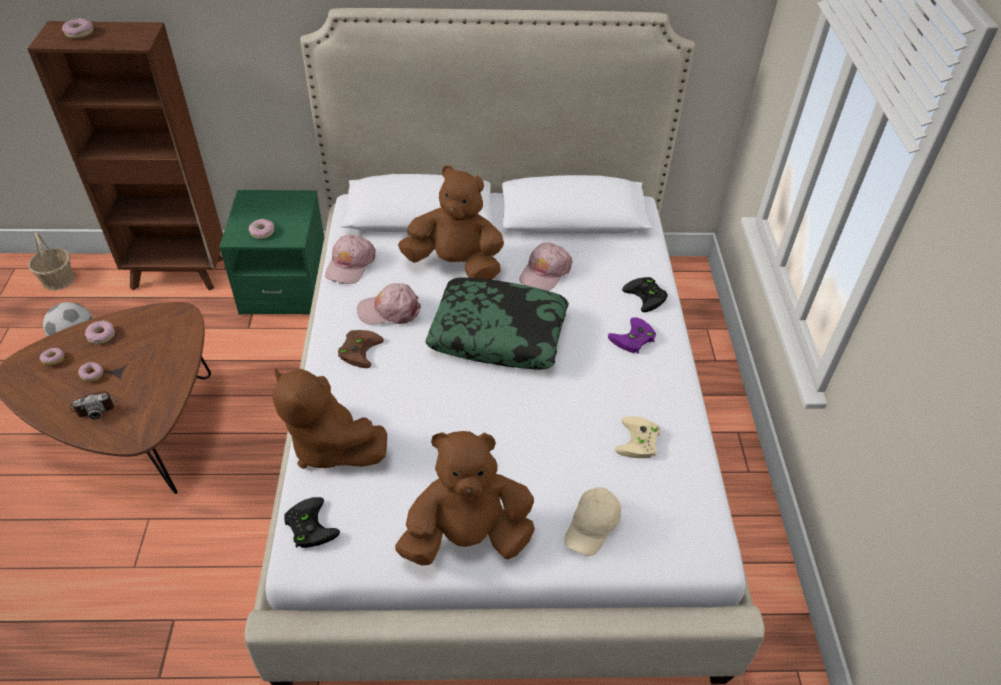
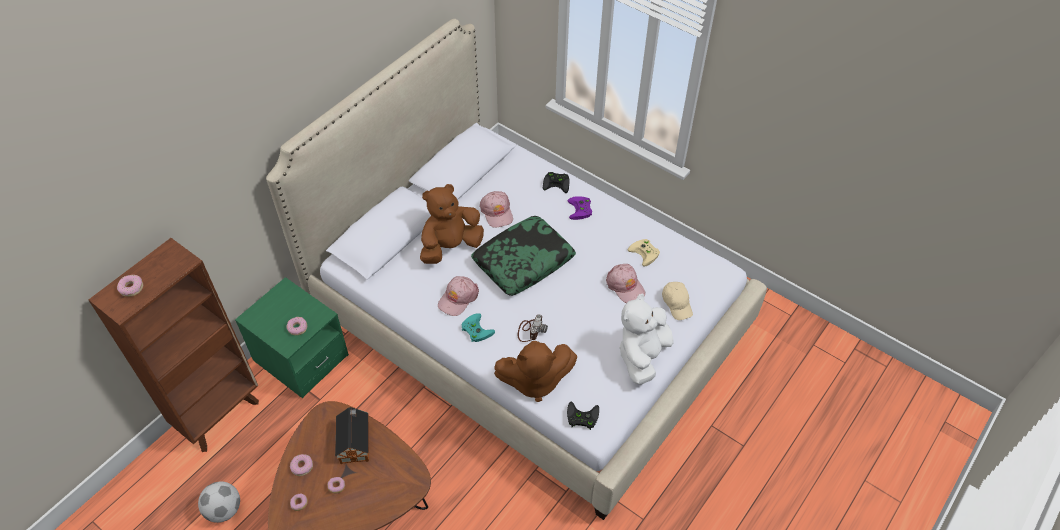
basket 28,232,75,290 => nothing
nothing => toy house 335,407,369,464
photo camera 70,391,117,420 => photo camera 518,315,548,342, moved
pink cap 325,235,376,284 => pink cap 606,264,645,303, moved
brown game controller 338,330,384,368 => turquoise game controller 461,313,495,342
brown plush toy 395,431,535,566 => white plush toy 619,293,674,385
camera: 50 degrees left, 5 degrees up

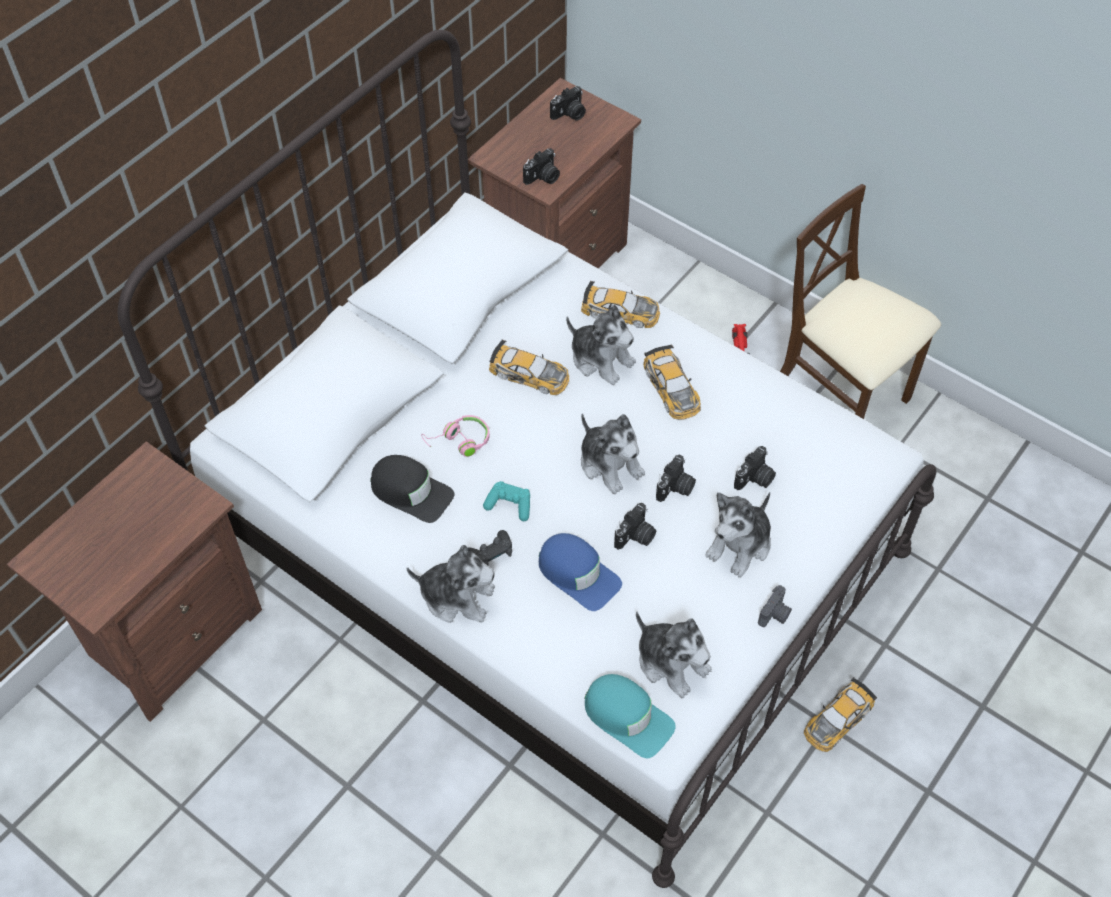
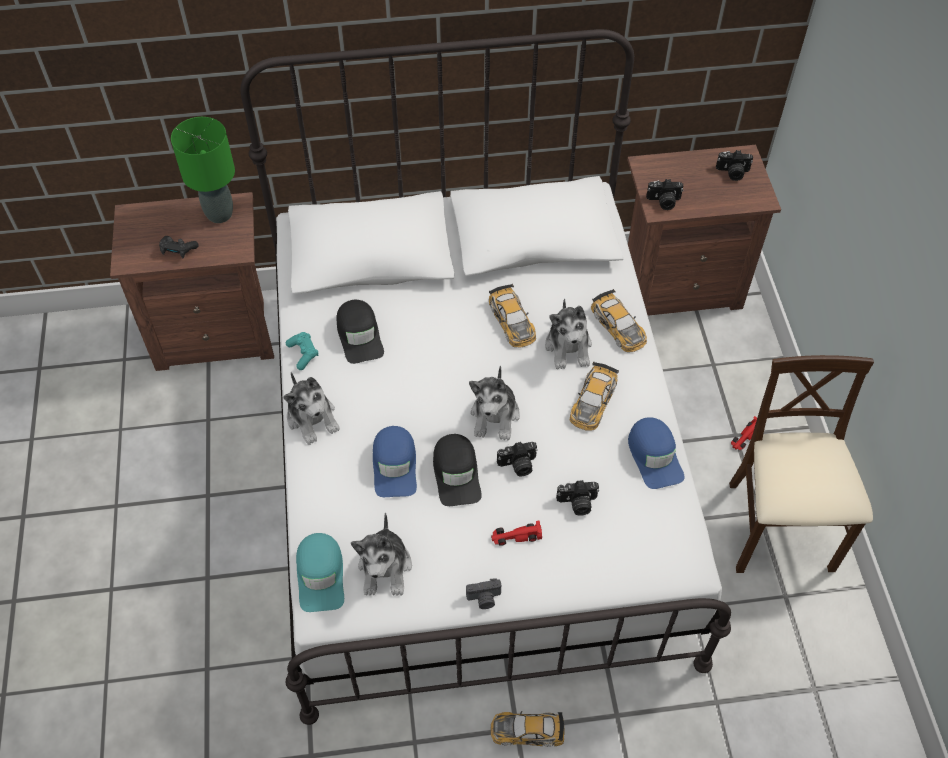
pink headphones 421,415,490,457 => nothing
nothing => green table lamp 171,117,235,223
nothing => blue cap 628,417,684,489
black game controller 468,530,512,565 => black game controller 159,236,199,258, moved
turquoise game controller 483,481,530,521 => turquoise game controller 286,332,319,370, moved
photo camera 614,503,656,550 => black cap 433,434,482,506
plush toy 705,492,771,577 => red toy car 491,521,542,546
camera: 45 degrees right, 0 degrees up

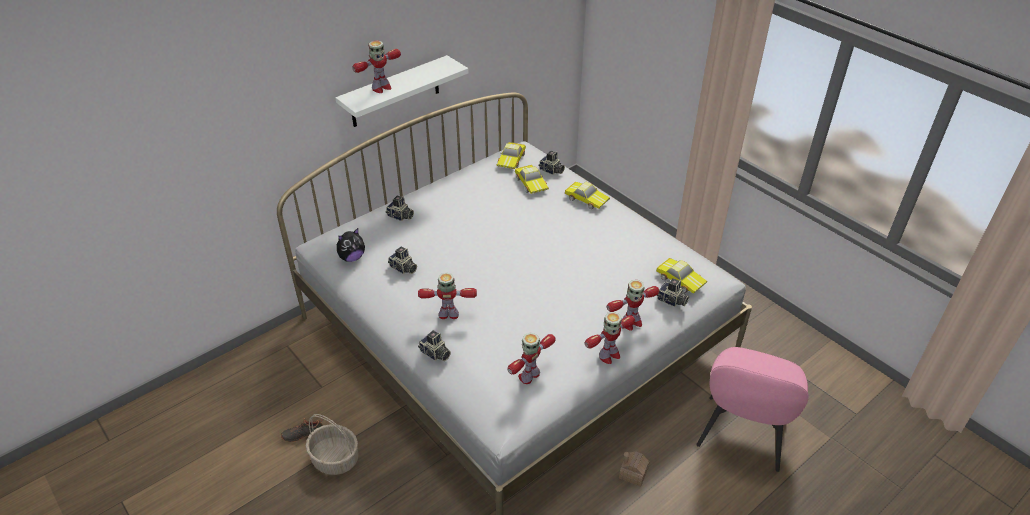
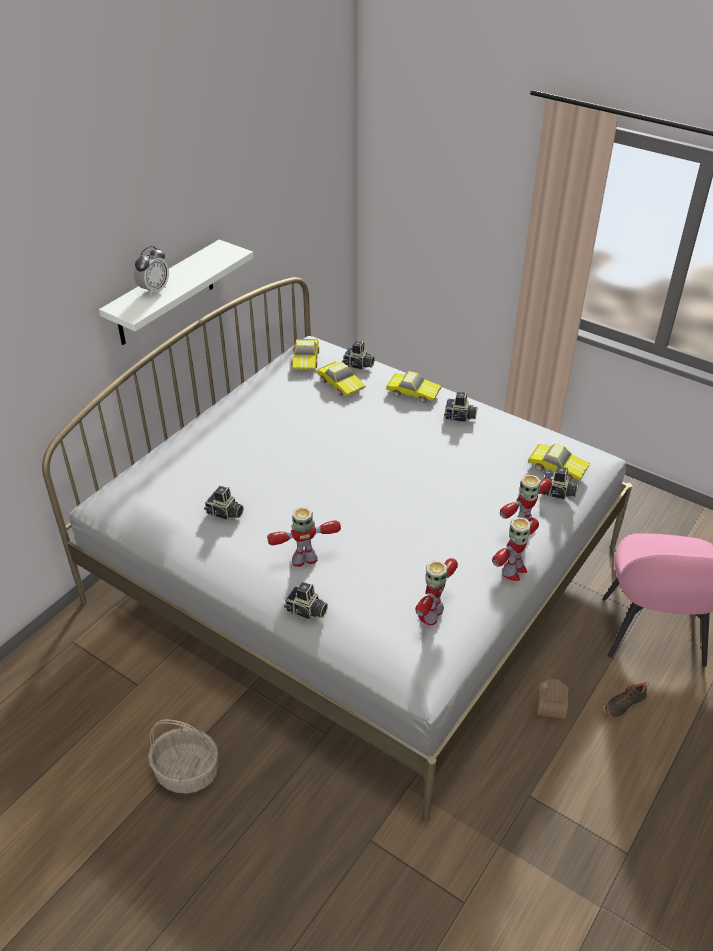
plush toy 337,228,365,262 => nothing
black shoe 281,418,323,442 => black shoe 604,681,649,717, moved
photo camera 386,196,414,221 => photo camera 444,392,477,422, moved
toy robot 352,40,401,93 => alarm clock 134,246,169,296
camera: 15 degrees left, 0 degrees up

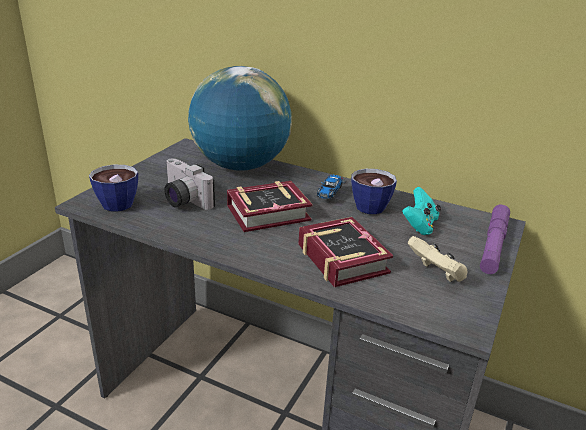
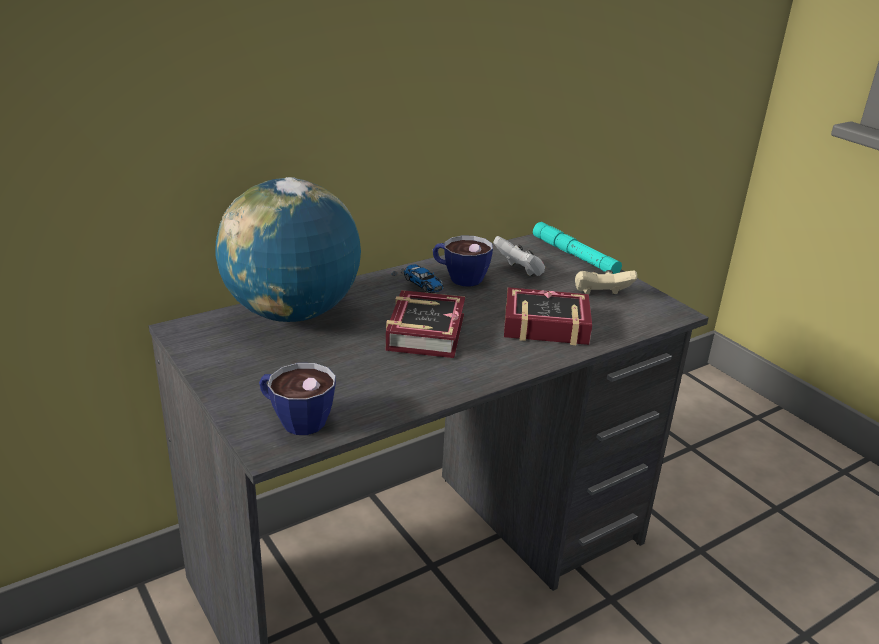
photo camera 164,158,215,210 => nothing
turquoise game controller 402,187,441,235 => white game controller 493,236,545,276
purple flashlight 480,205,510,274 => turquoise flashlight 533,222,622,274
camera: 60 degrees left, 0 degrees up

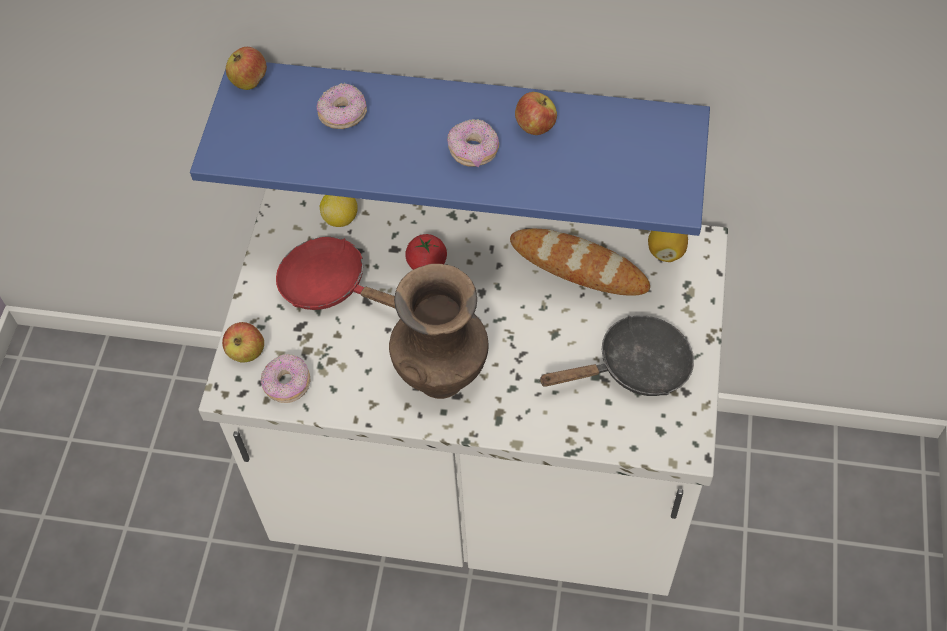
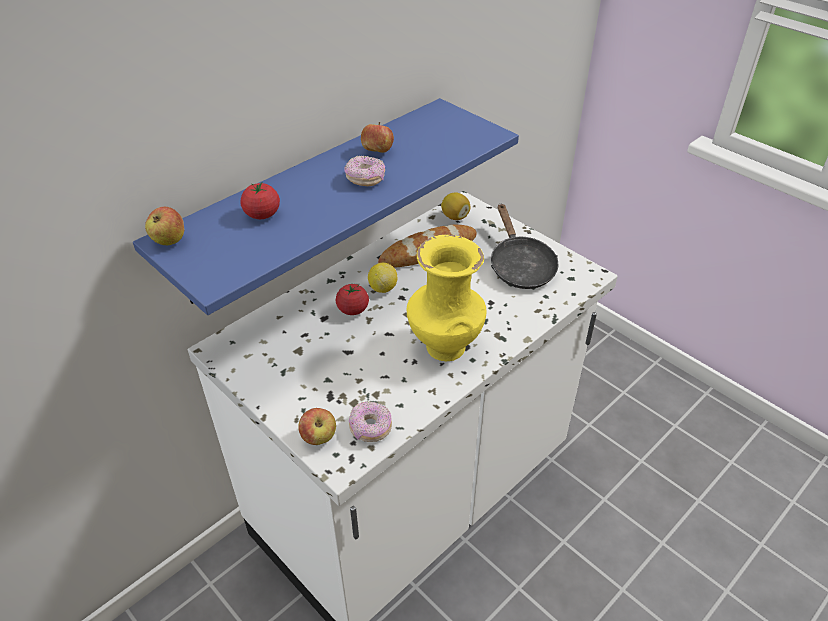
red frying pan 276,237,395,310 => nothing
lemon 320,195,358,227 => lemon 368,263,397,293, moved
donut 317,83,367,129 => tomato 240,181,280,219
brown vase 389,264,489,399 => yellow vase 407,235,486,361
black frying pan 538,315,694,396 => black frying pan 491,203,558,289, 150 degrees clockwise
camera: 55 degrees left, 15 degrees down

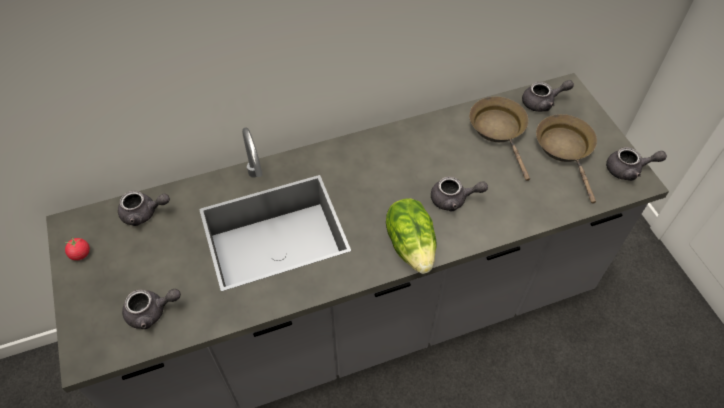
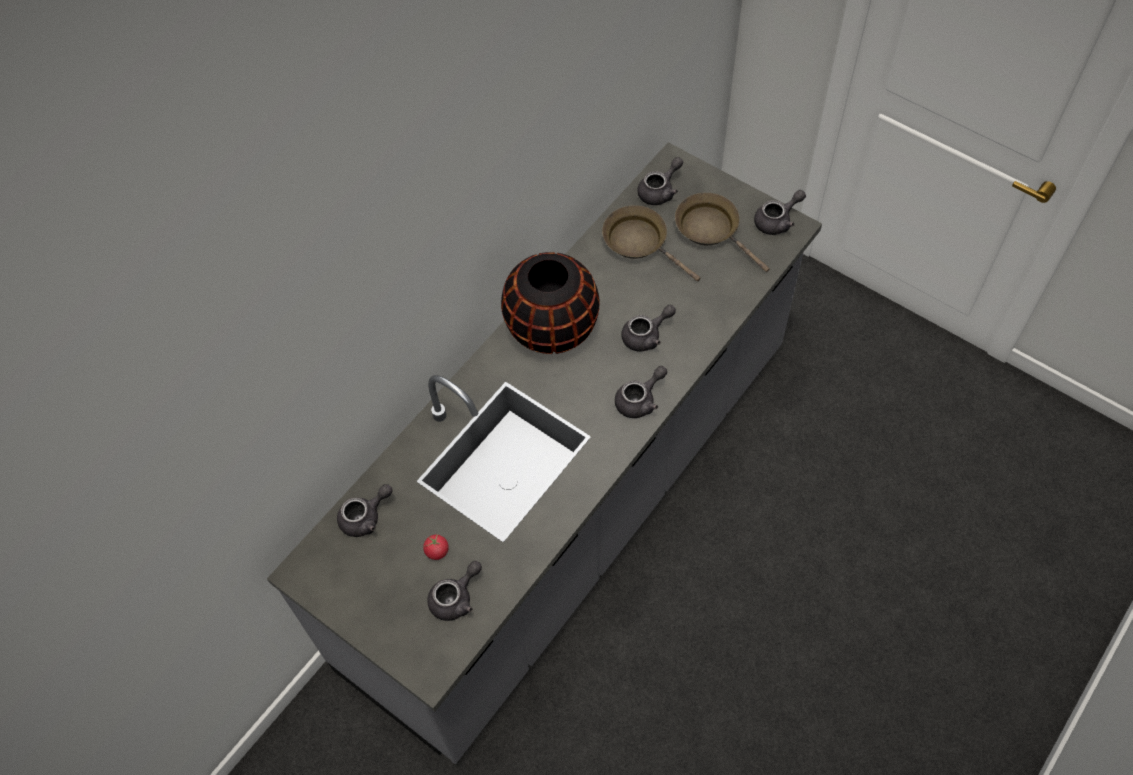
nothing => black vase 501,252,600,354
tomato 65,237,90,261 => tomato 423,534,449,560, moved
lettuce 386,199,437,274 => grey teapot 615,366,667,418
camera: 30 degrees left, 5 degrees up

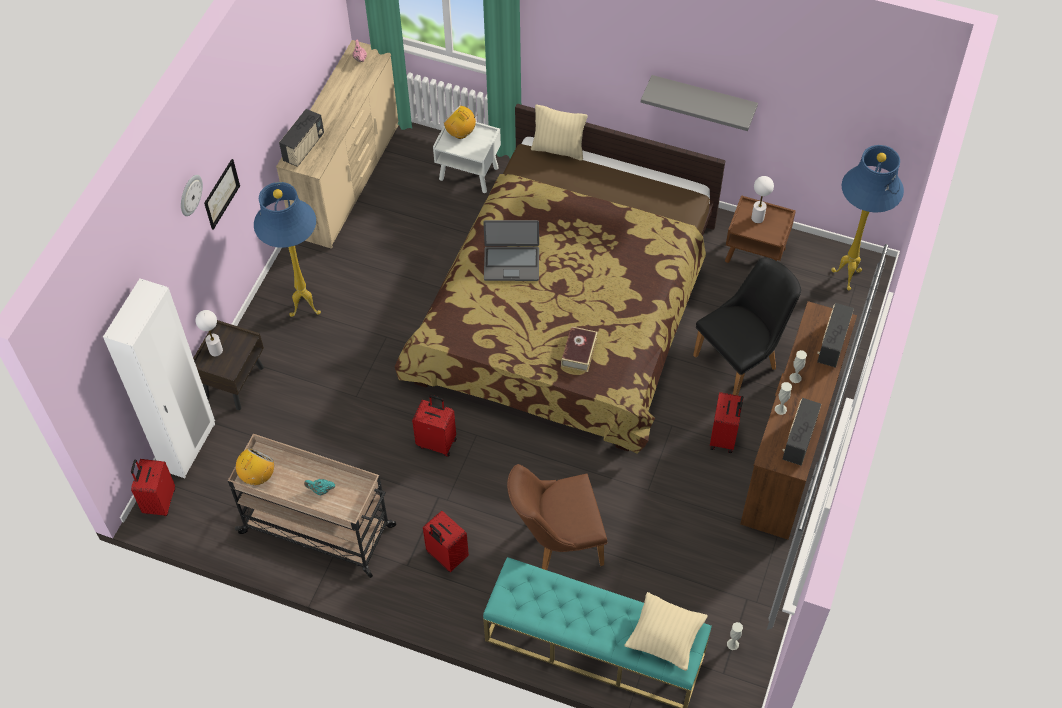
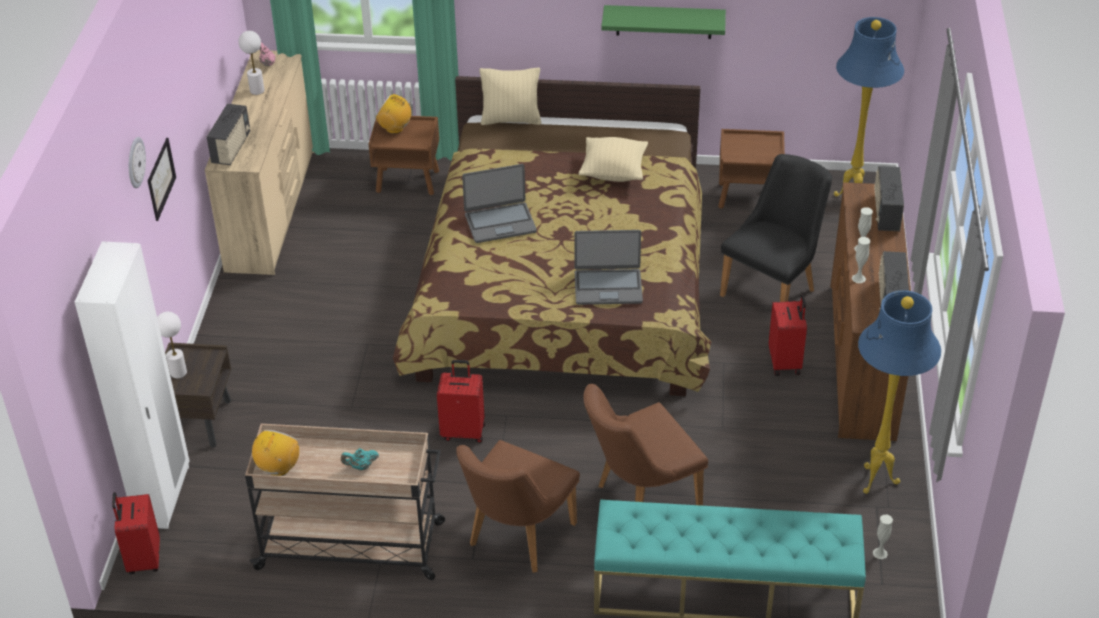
blue floor lamp 254,182,321,317 => blue floor lamp 858,290,941,494, moved
beige pillow 625,592,708,671 => beige pillow 578,137,648,182, moved
white table lamp 751,176,774,223 => white table lamp 238,31,264,95, moved
red suitcase 423,511,469,572 => brown chair 456,440,580,573
book 561,326,598,372 => laptop 574,230,643,305
white nightstand 433,115,501,193 => brown nightstand 368,116,439,195
grey shelf 641,75,758,131 => green shelf 601,5,726,39
camera: 15 degrees left, 15 degrees down

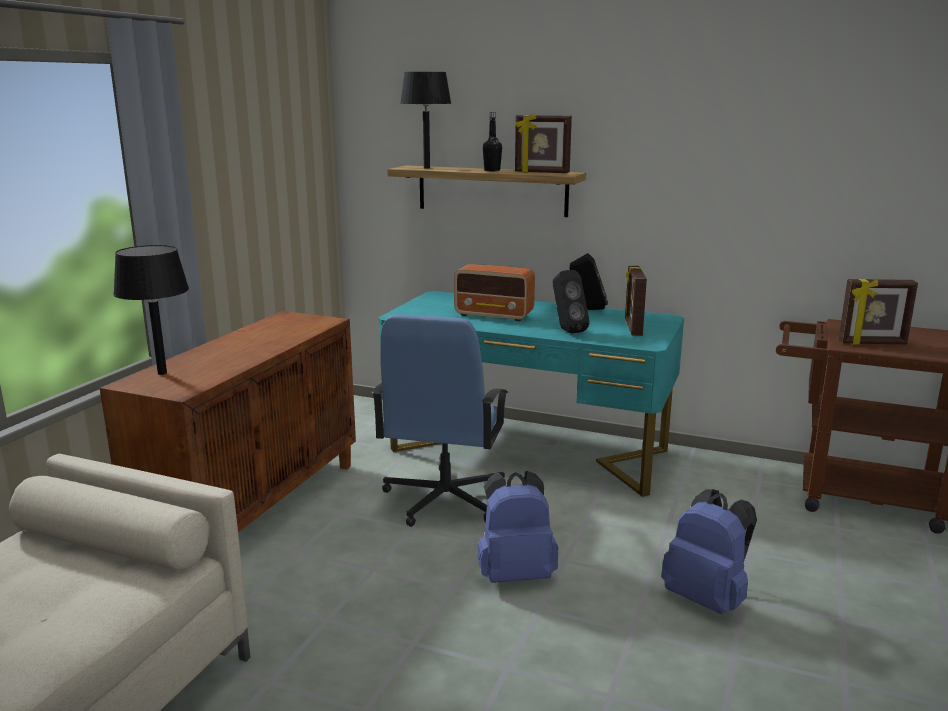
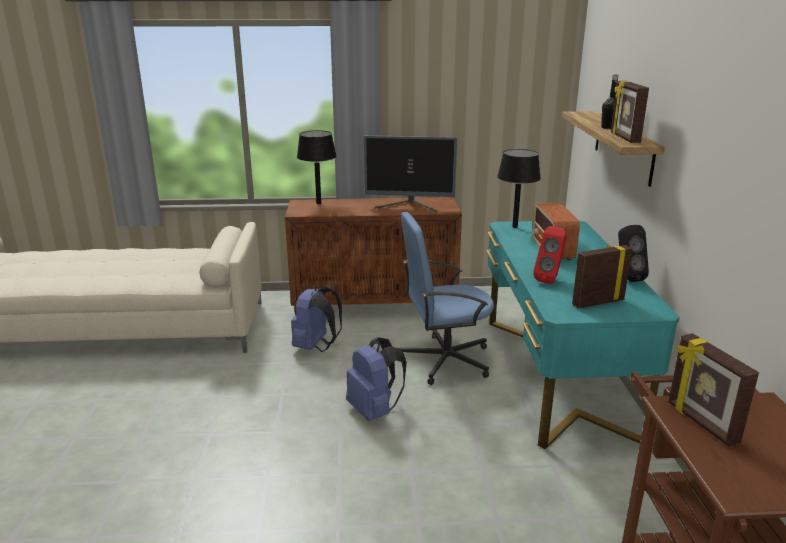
nothing => monitor 364,135,457,212
black table lamp 400,72,451,169 => black table lamp 497,149,541,228, moved
blue backpack 661,489,757,614 => blue backpack 291,287,342,352, moved
black speaker 552,270,590,334 => red speaker 533,226,567,284
camera: 65 degrees right, 5 degrees up

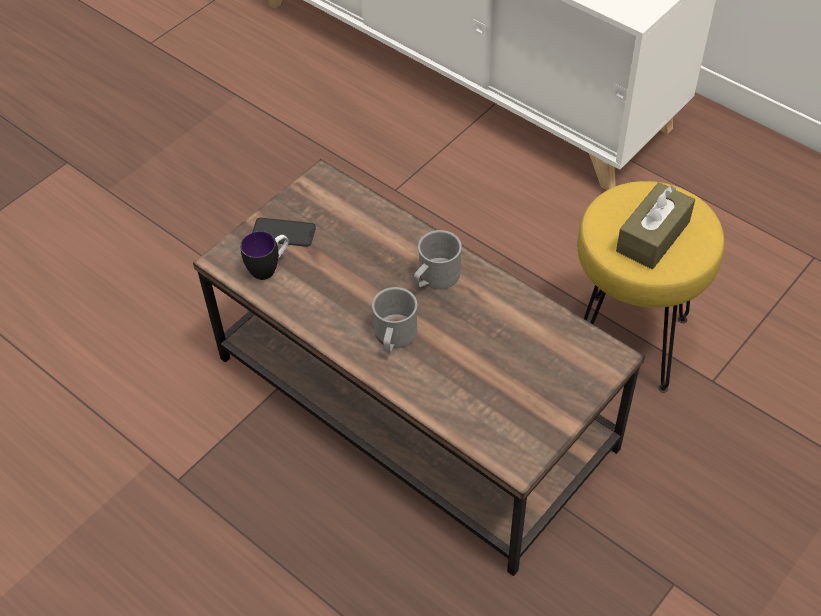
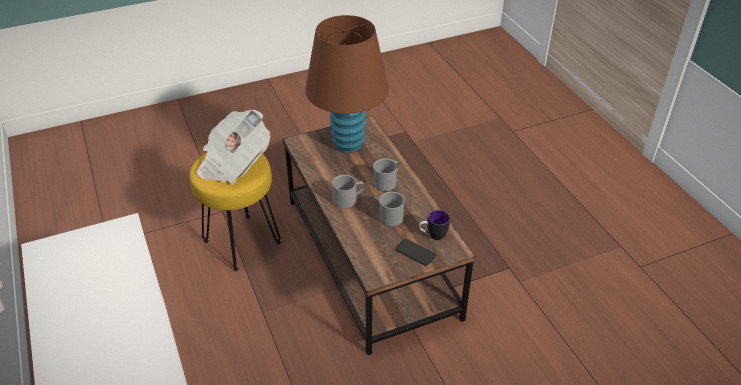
nothing => brown table lamp 305,15,389,153
nothing => grey mug 373,191,405,226
brown tissue box 616,182,695,269 => newspaper 196,110,270,184
camera: 155 degrees left, 10 degrees down

